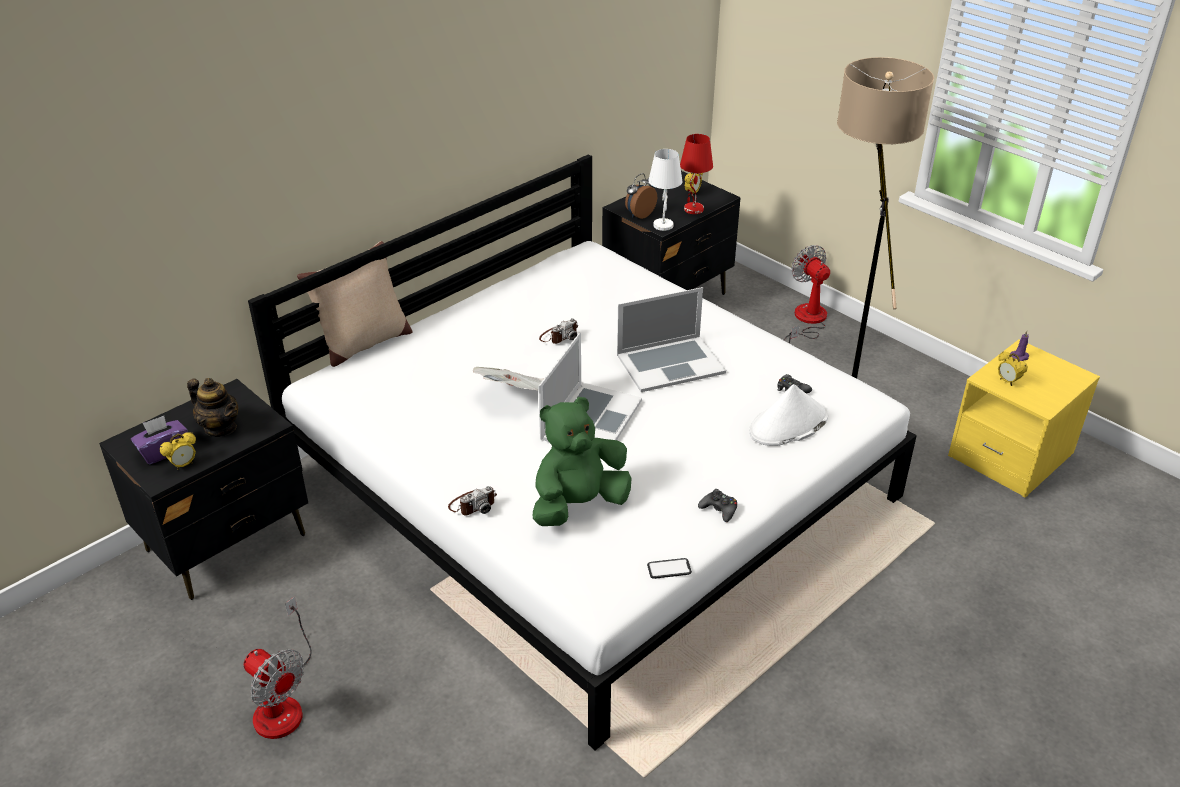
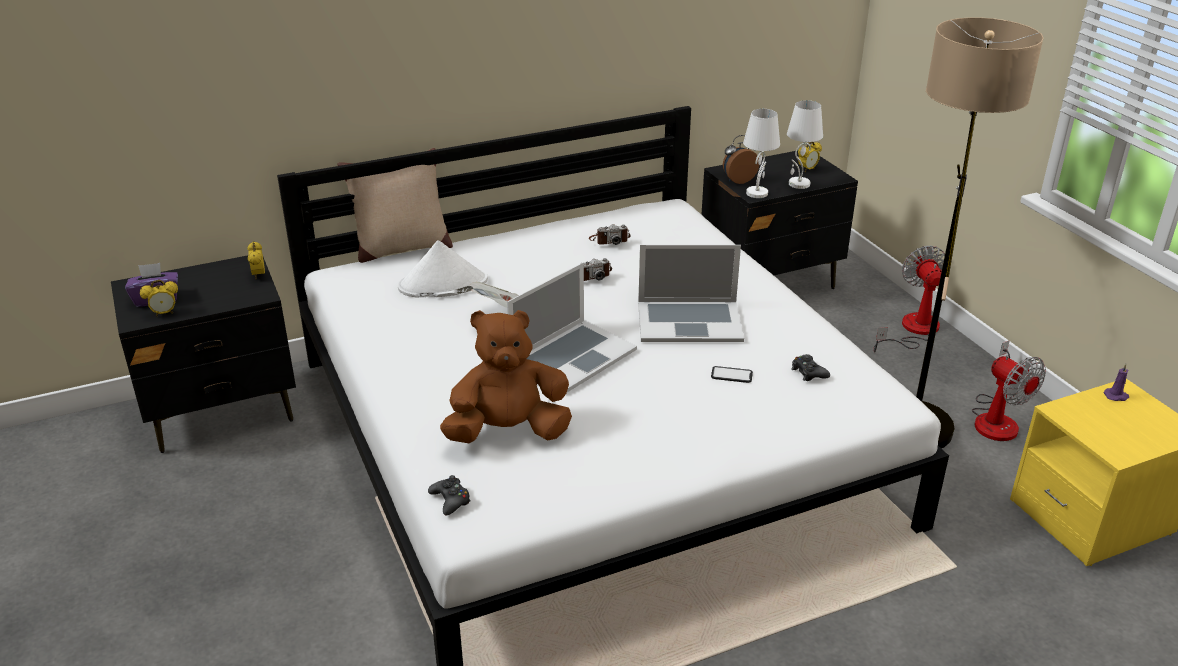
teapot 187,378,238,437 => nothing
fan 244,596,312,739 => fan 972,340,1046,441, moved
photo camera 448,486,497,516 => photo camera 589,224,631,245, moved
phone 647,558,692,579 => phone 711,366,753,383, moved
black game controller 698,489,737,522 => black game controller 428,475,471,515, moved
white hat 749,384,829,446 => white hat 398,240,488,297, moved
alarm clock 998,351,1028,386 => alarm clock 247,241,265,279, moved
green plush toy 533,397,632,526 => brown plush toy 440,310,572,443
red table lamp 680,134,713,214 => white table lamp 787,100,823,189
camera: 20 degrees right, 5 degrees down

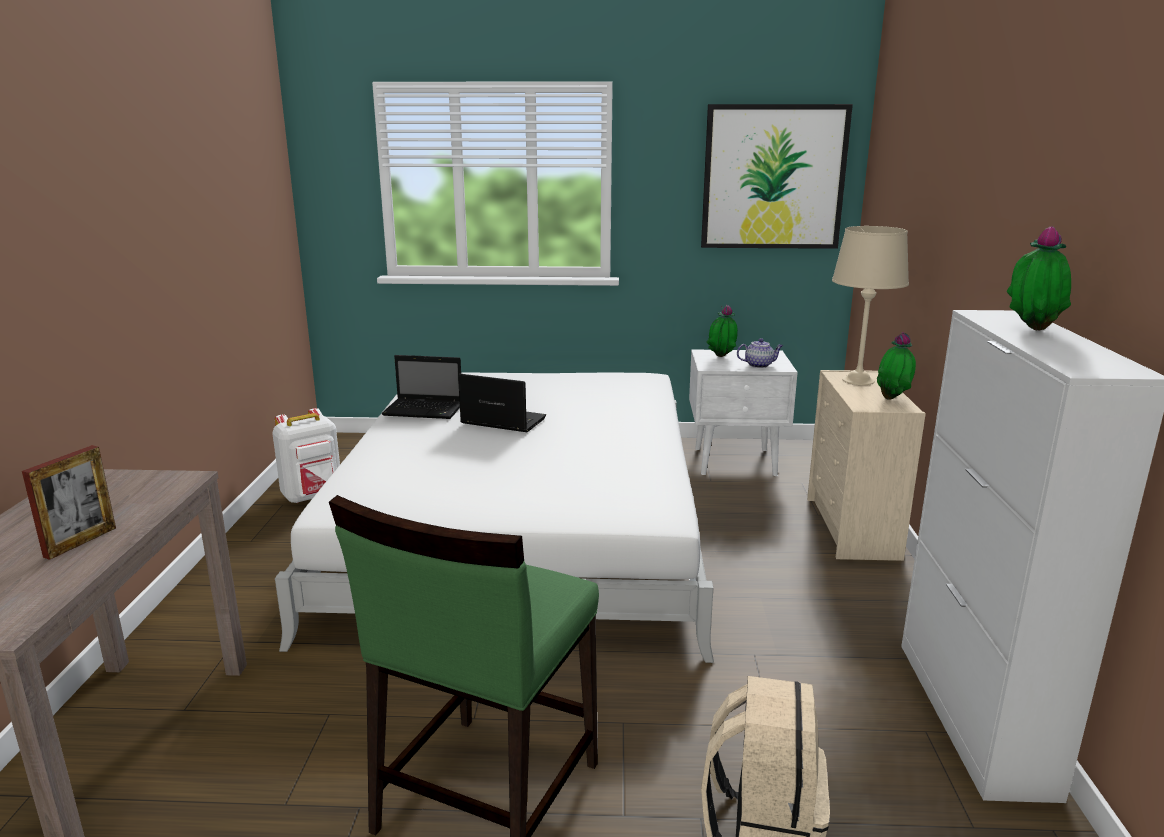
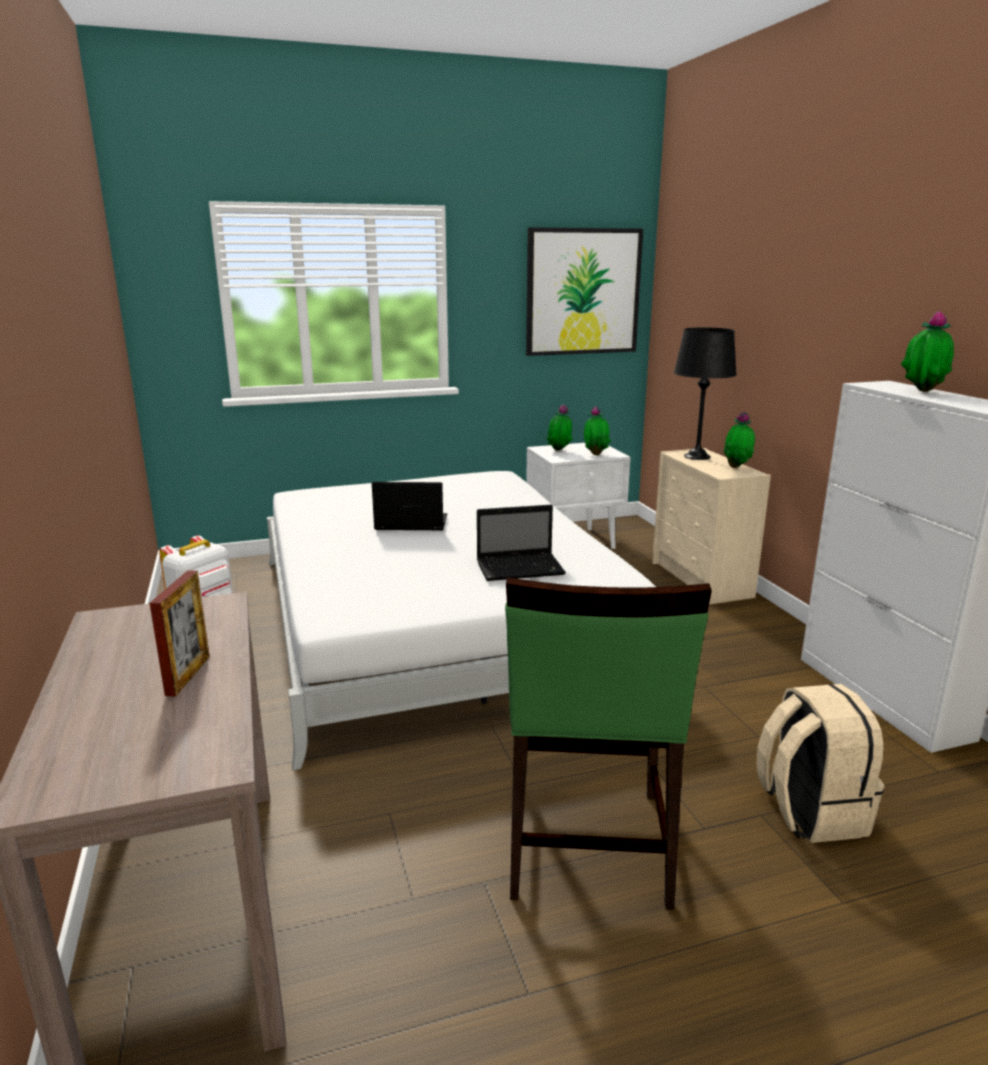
laptop 382,355,461,419 => laptop 477,505,566,581, moved
teapot 737,338,783,368 => potted plant 584,406,611,455
beige table lamp 832,226,909,385 => black table lamp 674,327,737,460
camera: 20 degrees left, 0 degrees up

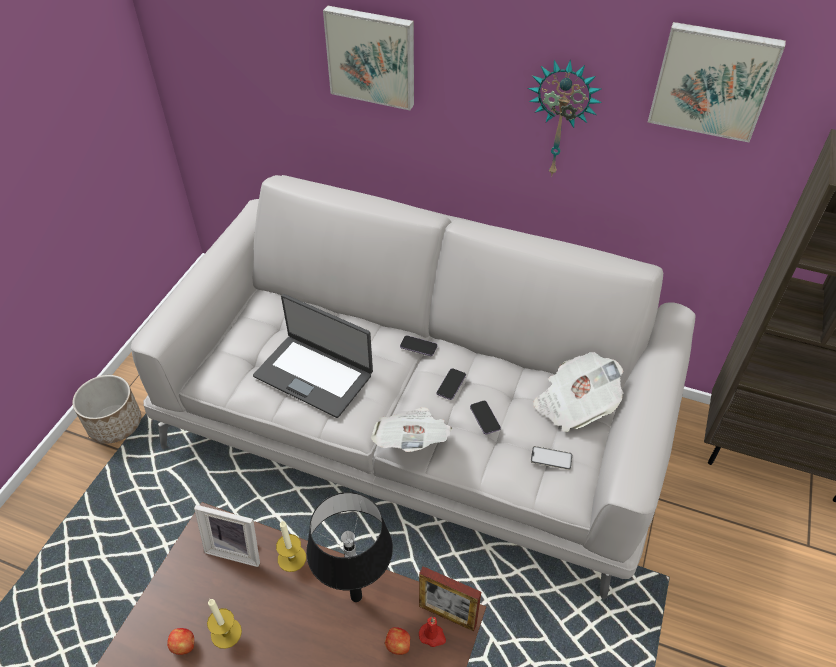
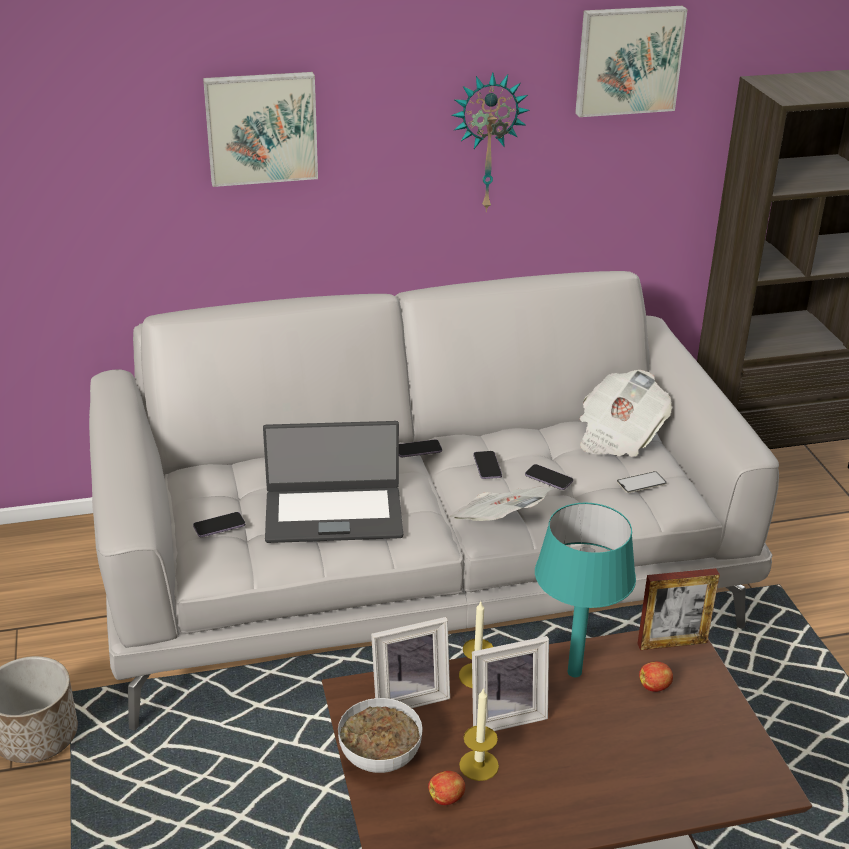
red candle 419,617,446,647 => nothing
nothing => phone 193,512,245,537
nothing => bowl 338,698,423,773
nothing => picture frame 472,636,549,731
black table lamp 306,492,393,602 => turquoise table lamp 535,503,636,677
camera: 35 degrees left, 15 degrees down

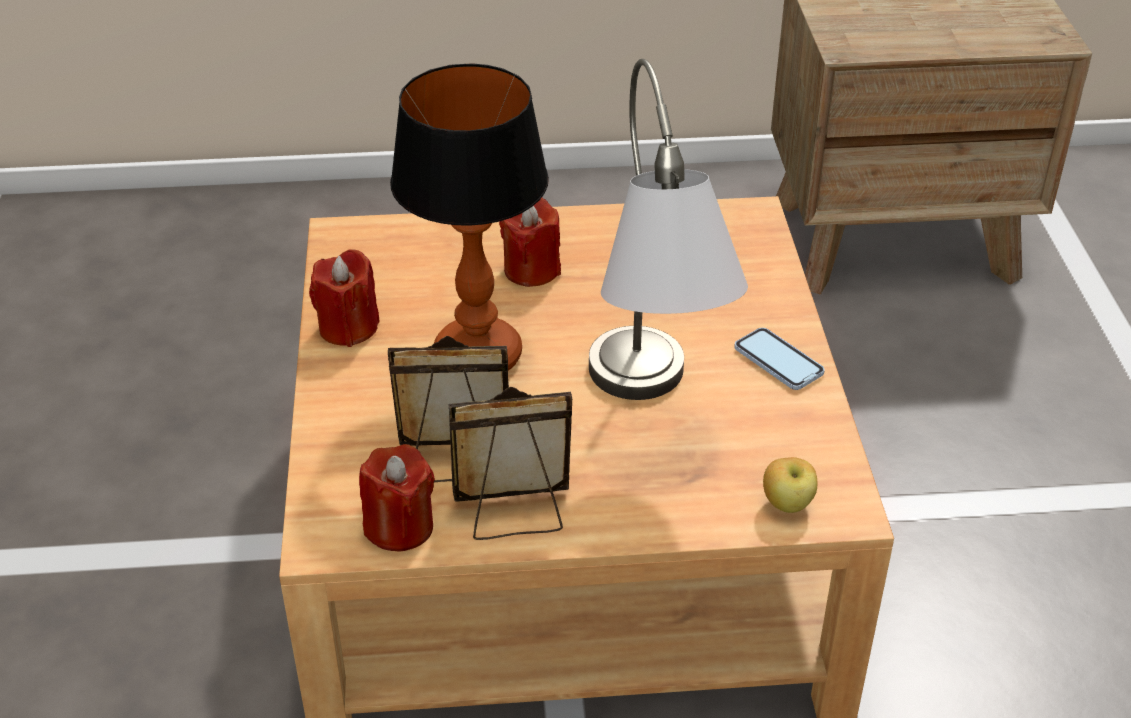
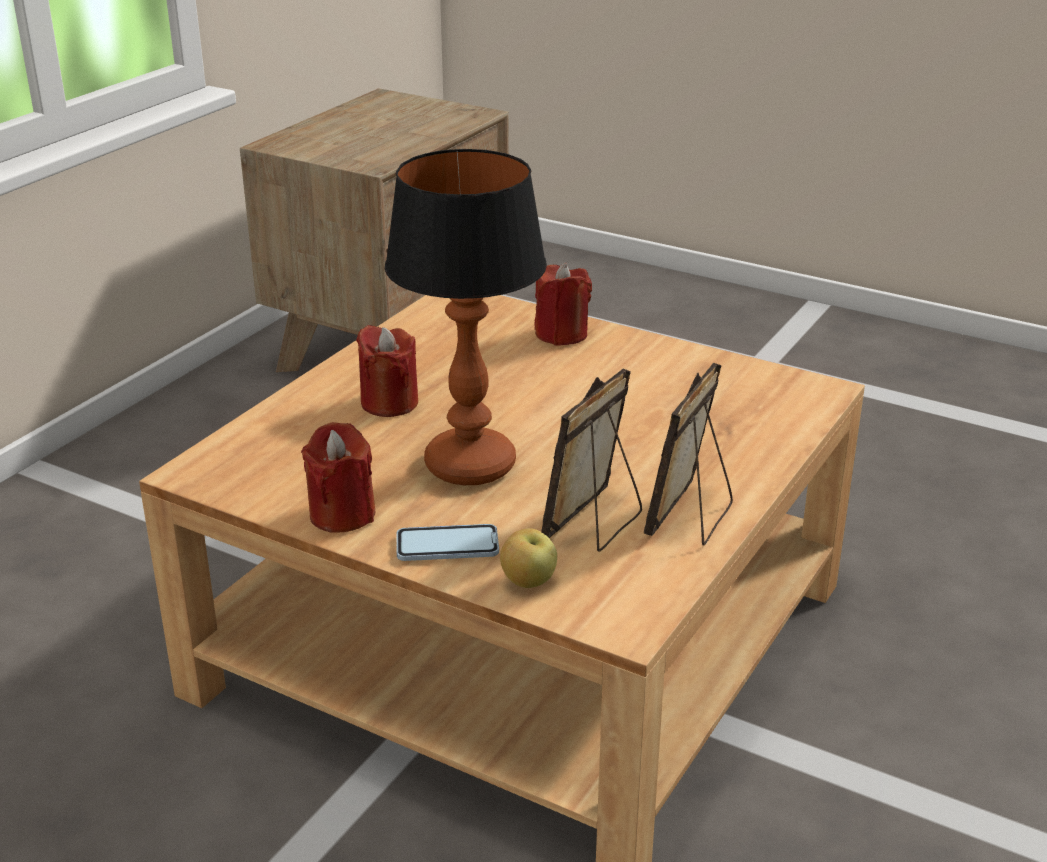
grey table lamp 589,59,748,400 => nothing
red candle 359,444,435,551 => red candle 534,263,592,346, moved
phone 734,328,825,390 => phone 397,524,499,561, moved
apple 763,457,817,513 => apple 500,528,557,588, moved
camera: 55 degrees left, 10 degrees down

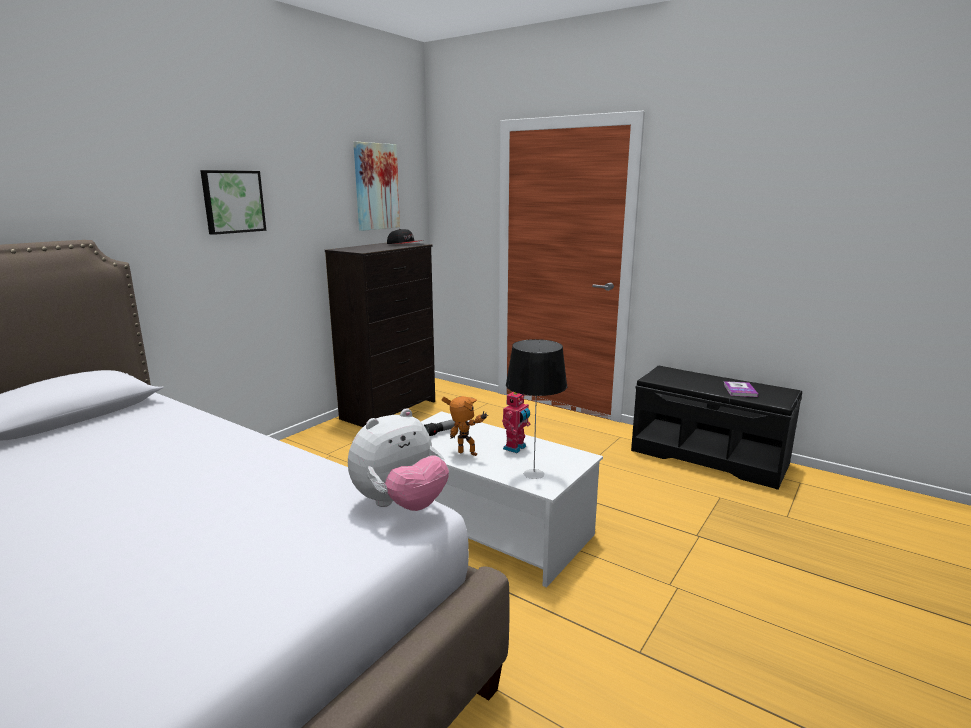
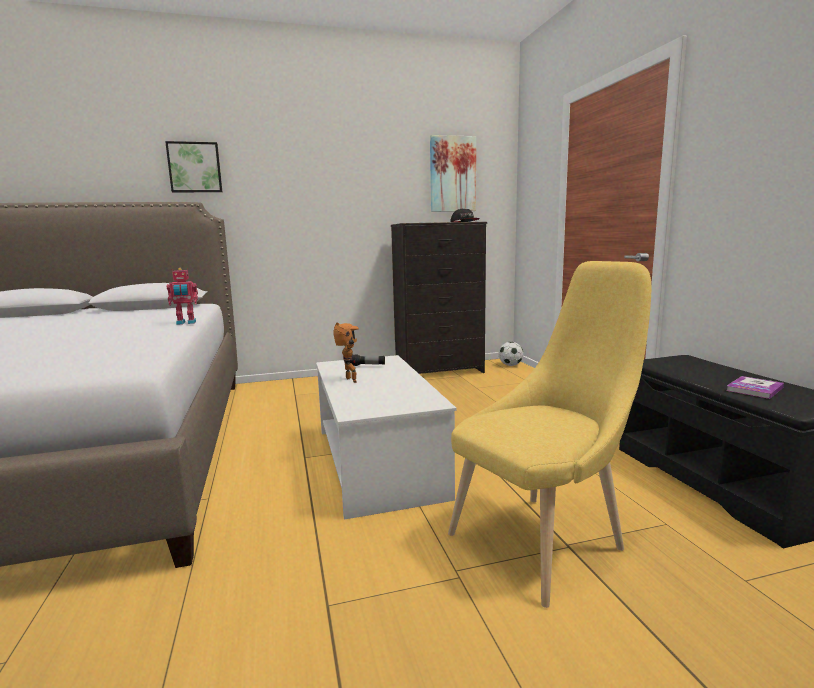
plush toy 348,408,449,511 => nothing
table lamp 506,339,567,479 => nothing
nothing => yellow chair 448,261,651,608
nothing => football 499,342,523,366
picture 200,170,266,235 => picture 165,141,222,192, moved
toy robot 502,392,530,453 => toy robot 167,268,198,325, moved
camera: 40 degrees right, 5 degrees down

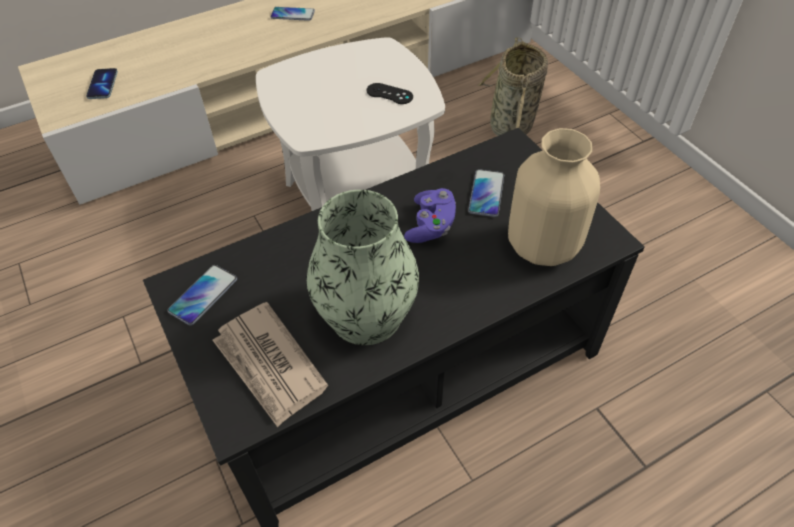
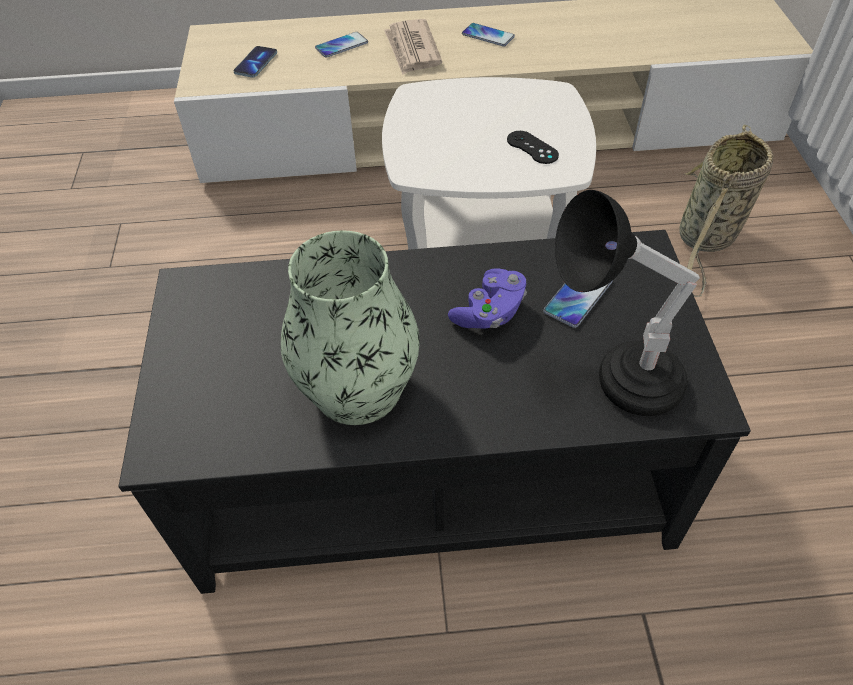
phone 167,265,237,326 => phone 315,32,368,58, moved
newspaper 212,302,328,427 => newspaper 384,19,442,75, moved
beige vase 508,128,600,266 => black table lamp 555,190,700,416
camera: 25 degrees right, 0 degrees up

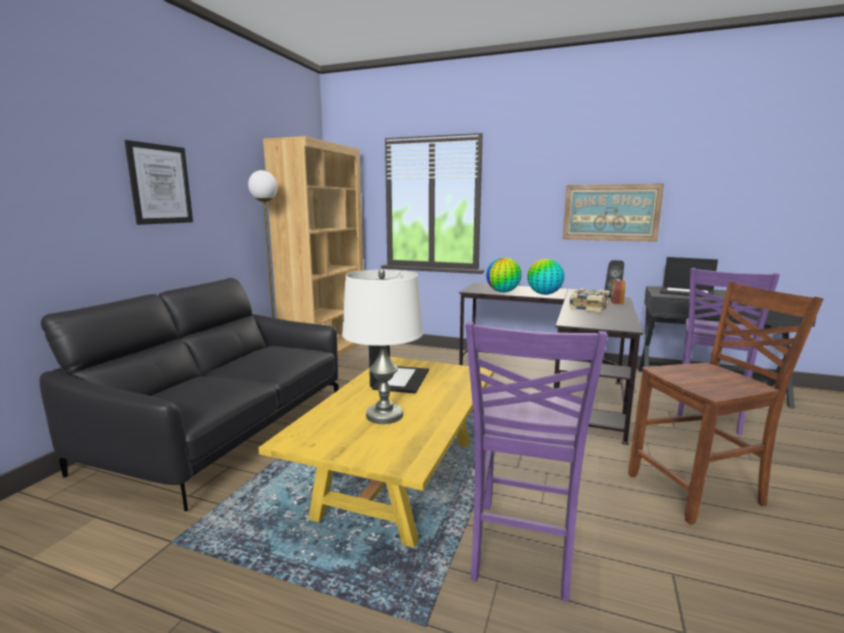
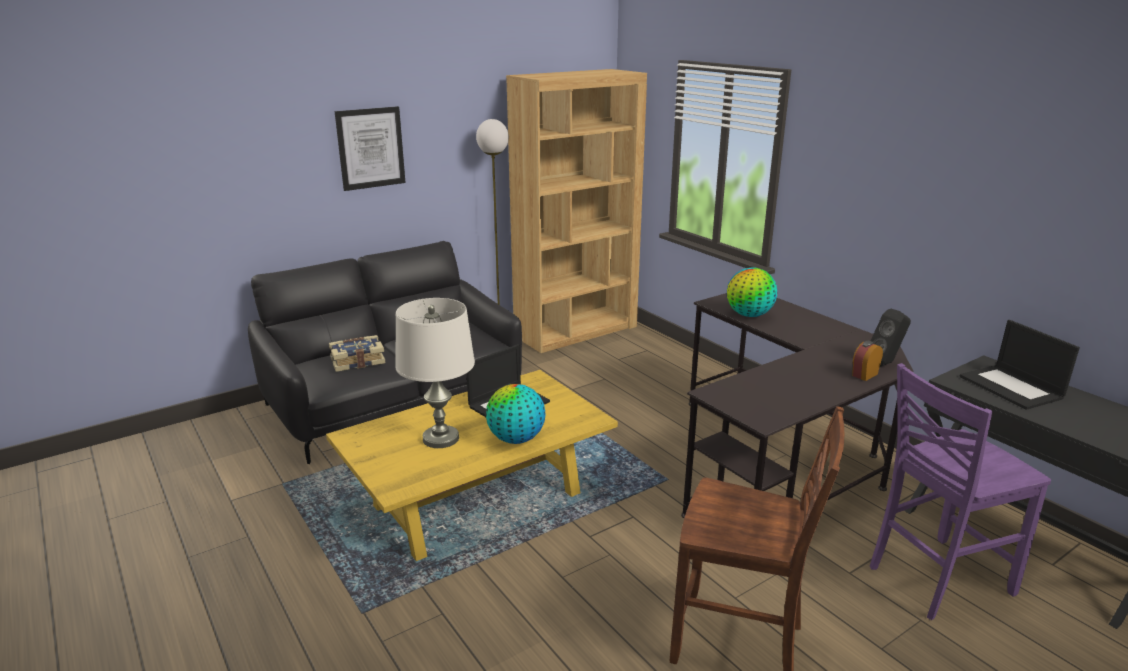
purple chair 465,322,608,602 => nothing
picture 563,184,664,242 => nothing
globe 527,259,564,295 => globe 486,384,546,444, moved
book 569,288,610,313 => book 329,335,386,372, moved
camera: 35 degrees right, 10 degrees up

